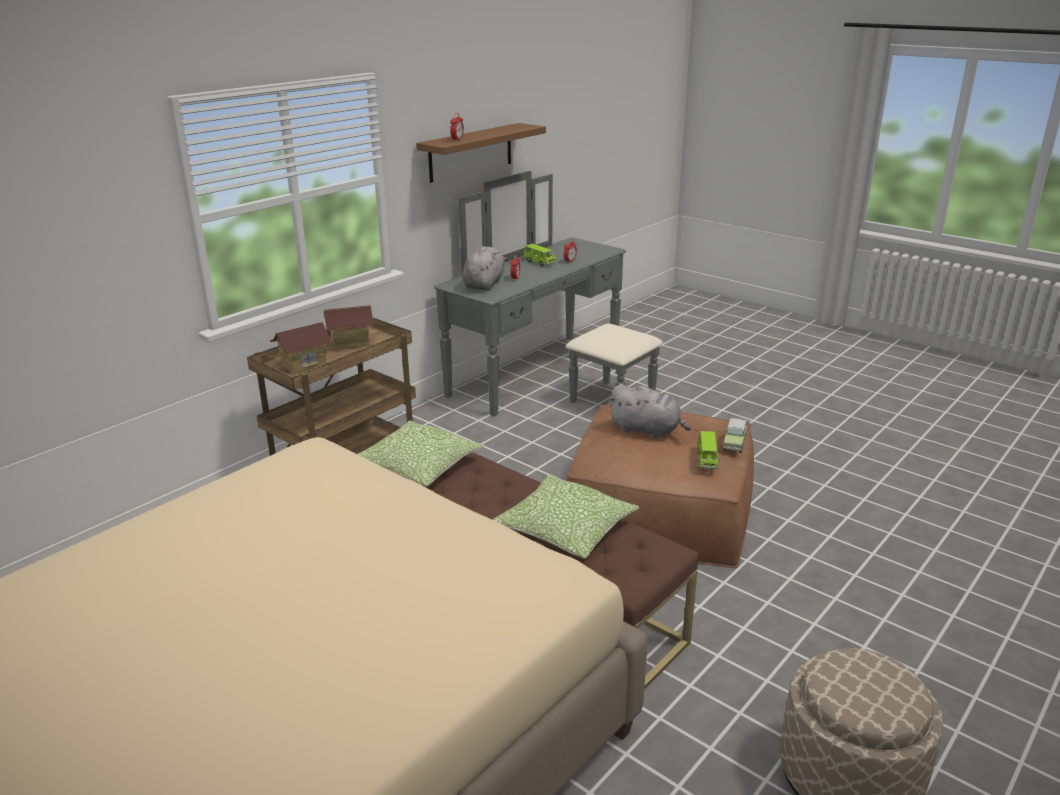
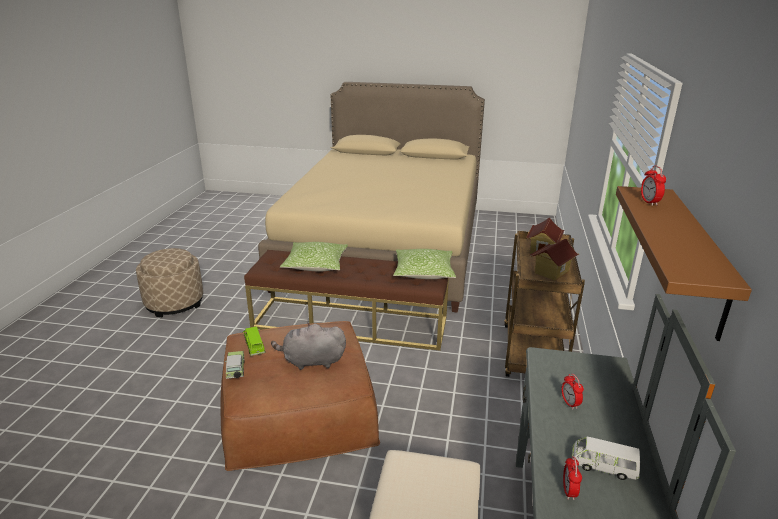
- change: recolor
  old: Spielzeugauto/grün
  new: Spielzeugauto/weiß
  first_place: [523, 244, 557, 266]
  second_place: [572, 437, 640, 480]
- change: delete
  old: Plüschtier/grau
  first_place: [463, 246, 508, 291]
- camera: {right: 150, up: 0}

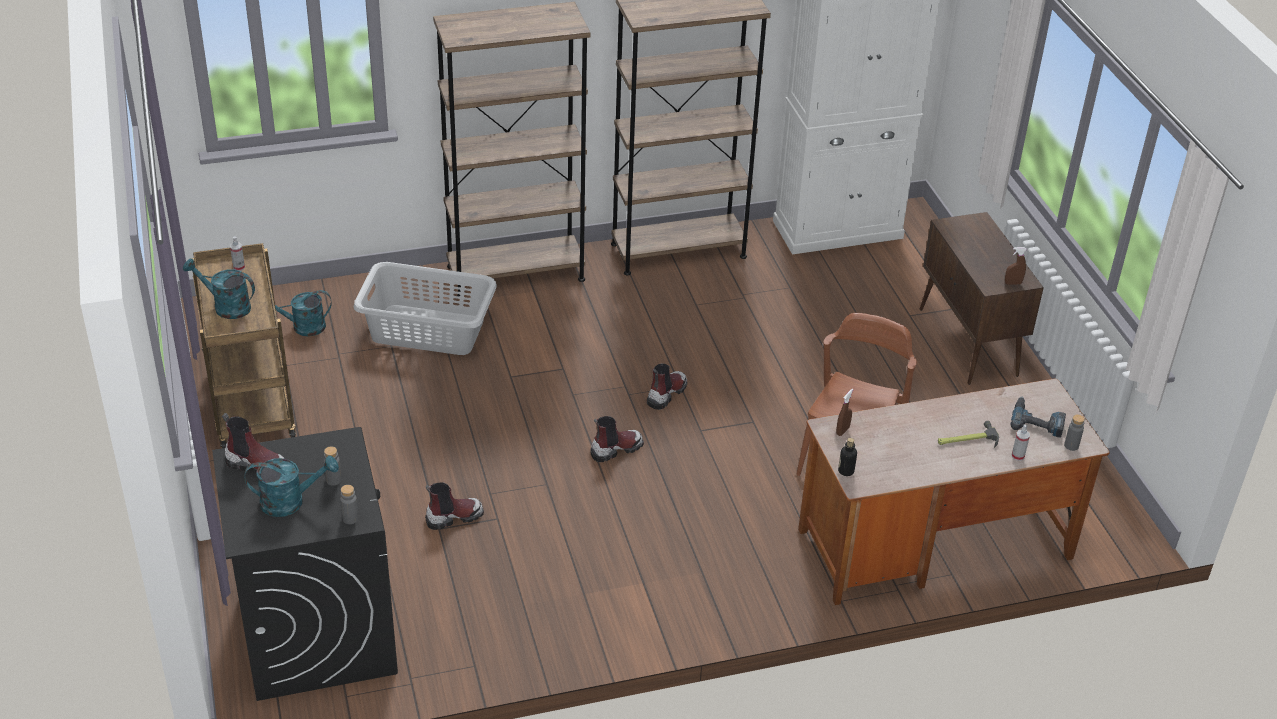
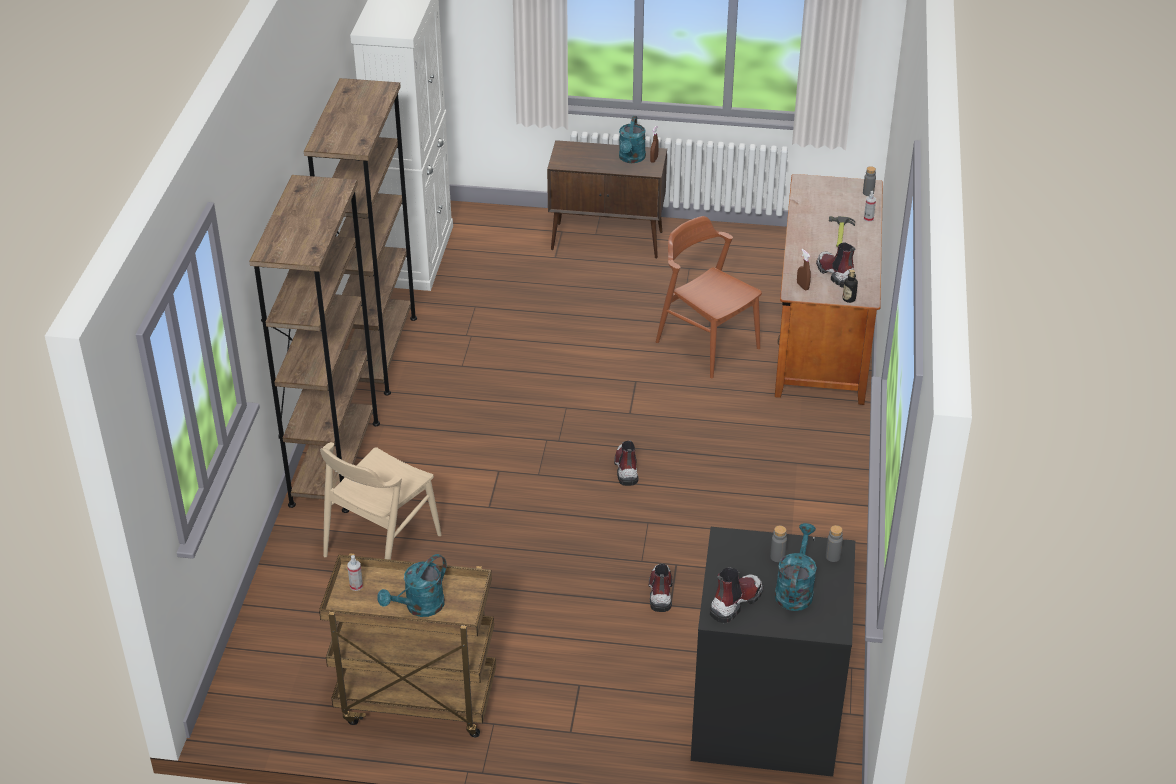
- change: replace
  old: Wäschekorb/grau
  new: Stuhl/beige
  first_place: [353, 262, 497, 355]
  second_place: [320, 442, 442, 560]
- change: move
  old: Gießkanne/türkis
  first_place: [275, 290, 332, 336]
  second_place: [619, 116, 646, 163]
- change: move
  old: Stiefel
  first_place: [647, 363, 687, 410]
  second_place: [816, 242, 855, 288]
- change: delete
  old: Bohrmaschine
  first_place: [1010, 396, 1066, 438]
- camera: {right: -65, up: 0}

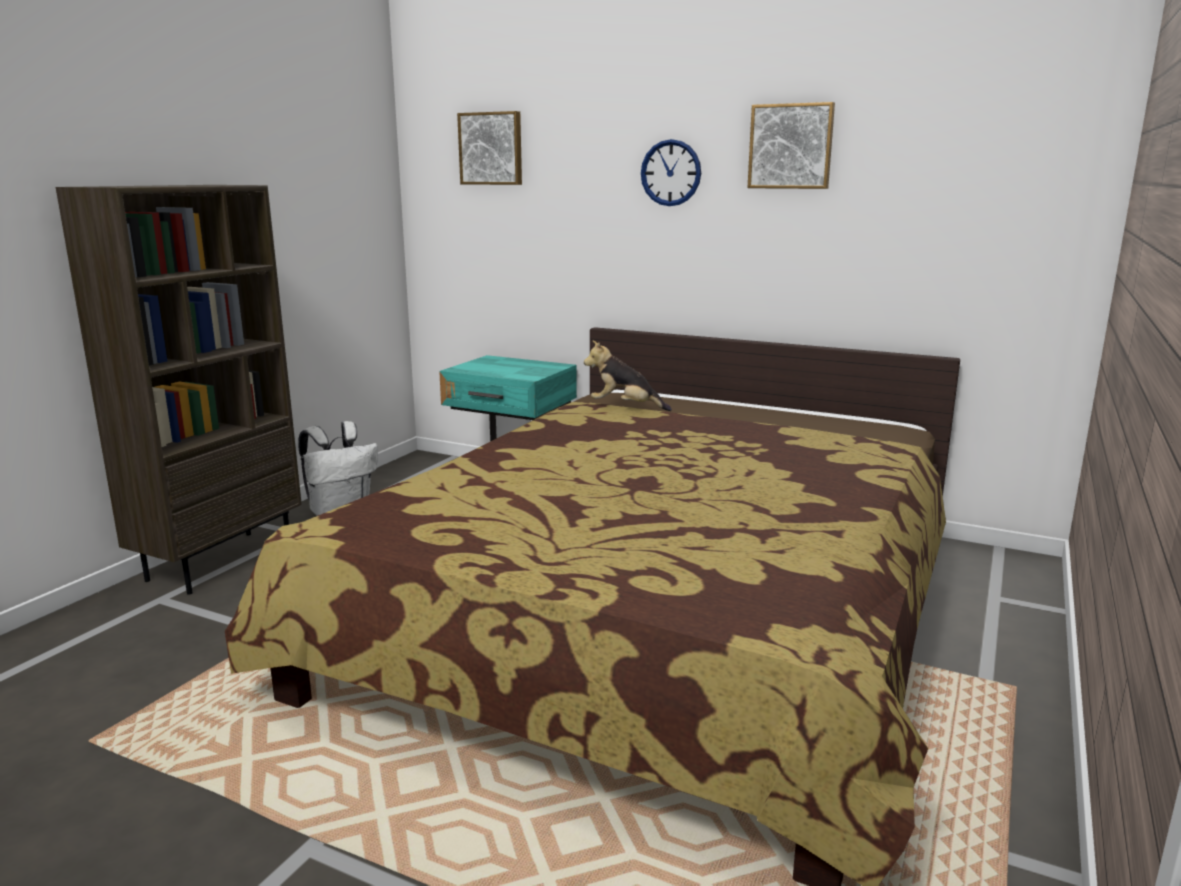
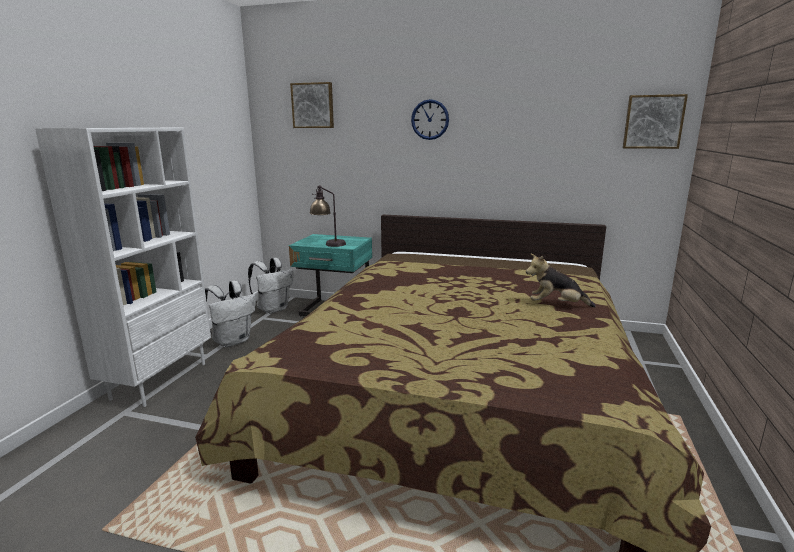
- change: move
  old: Bild
  first_place: [747, 102, 835, 189]
  second_place: [623, 94, 688, 149]
- change: recolor
  old: Bücherregal/braun
  new: Bücherregal/weiß
  first_place: [56, 185, 302, 595]
  second_place: [35, 128, 211, 407]
- change: move
  old: Plüschtier
  first_place: [584, 341, 672, 411]
  second_place: [526, 254, 596, 307]
- change: insert
  new: Tischlampe
  second_place: [310, 185, 346, 247]
- change: insert
  new: Rucksack/weiß
  second_place: [248, 258, 293, 314]
- camera: {right: -10, up: 0}

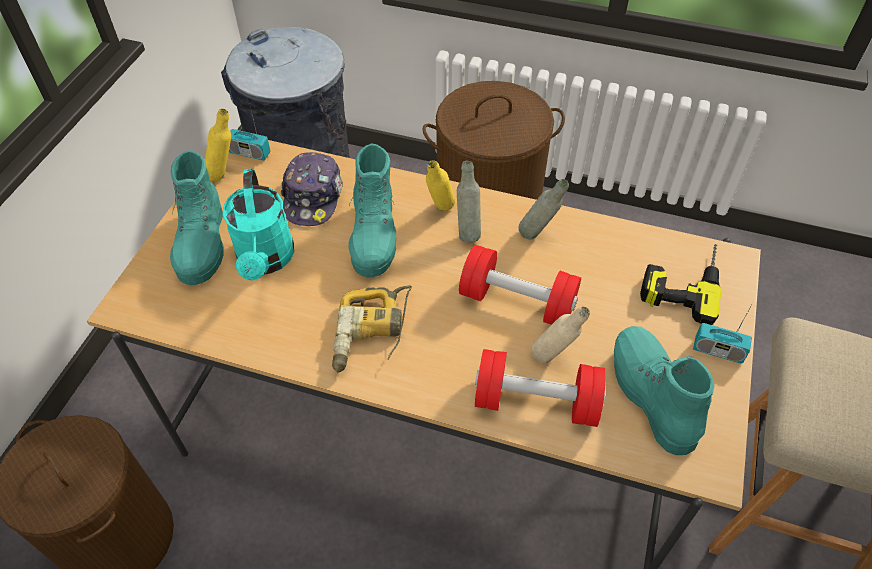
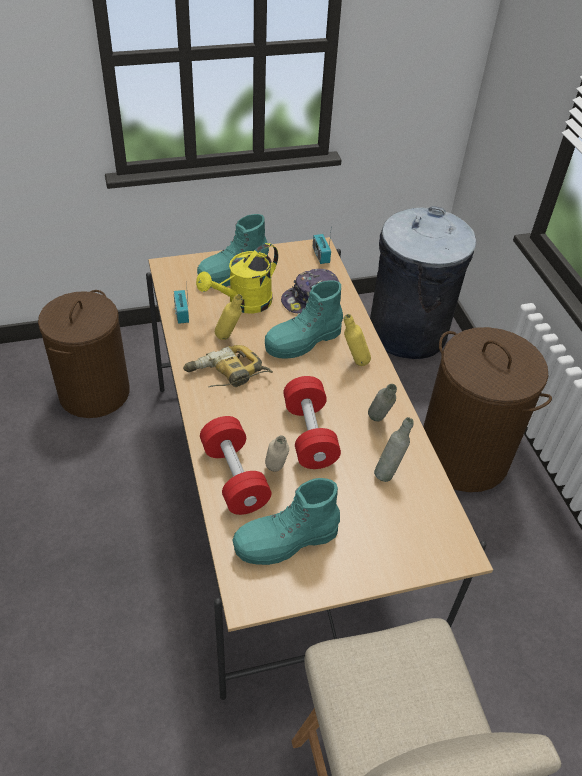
- change: move
  old: Flasche/gelb
  first_place: [205, 109, 231, 181]
  second_place: [215, 294, 243, 340]
- change: move
  old: Flasche/grau
  first_place: [457, 160, 481, 243]
  second_place: [374, 417, 414, 482]
- change: recolor
  old: Gießkanne/türkis
  new: Gießkanne/gelb
  first_place: [223, 169, 294, 280]
  second_place: [196, 243, 278, 314]
- change: delete
  old: Bohrmaschine
  first_place: [640, 244, 721, 325]
- change: move
  old: Radio
  first_place: [693, 303, 753, 364]
  second_place: [174, 282, 189, 324]
- change: rotate
  old: Stiefel/türkis
  first_place: [614, 326, 714, 455]
  second_place: [232, 478, 340, 565]
  degrees: -150
- camera: {right: 55, up: -5}

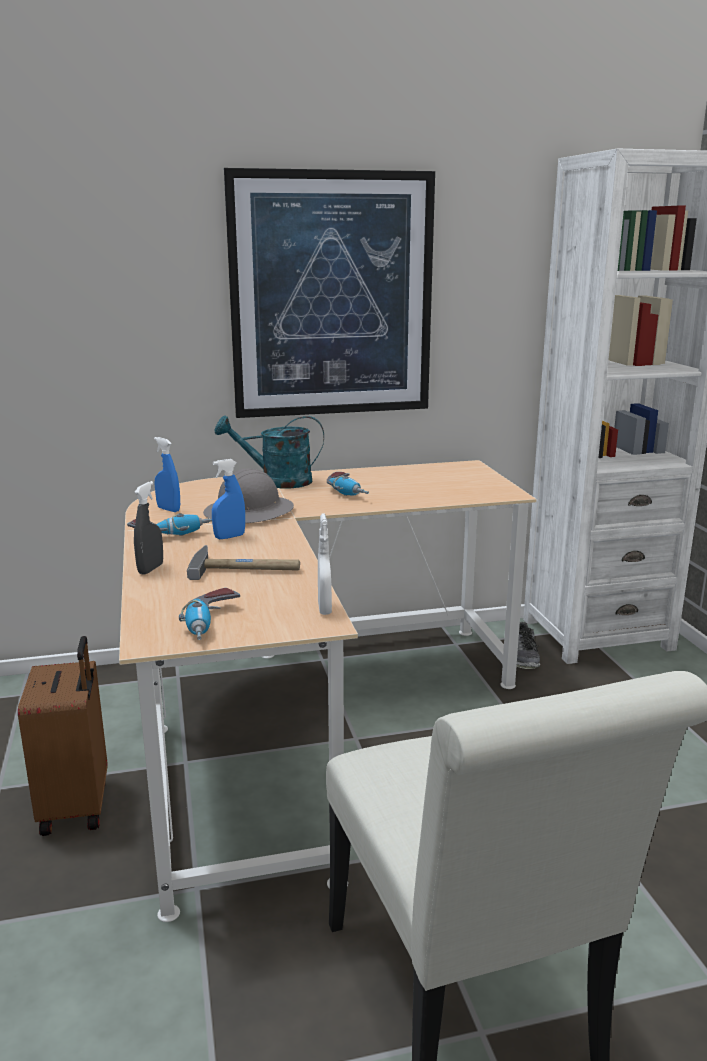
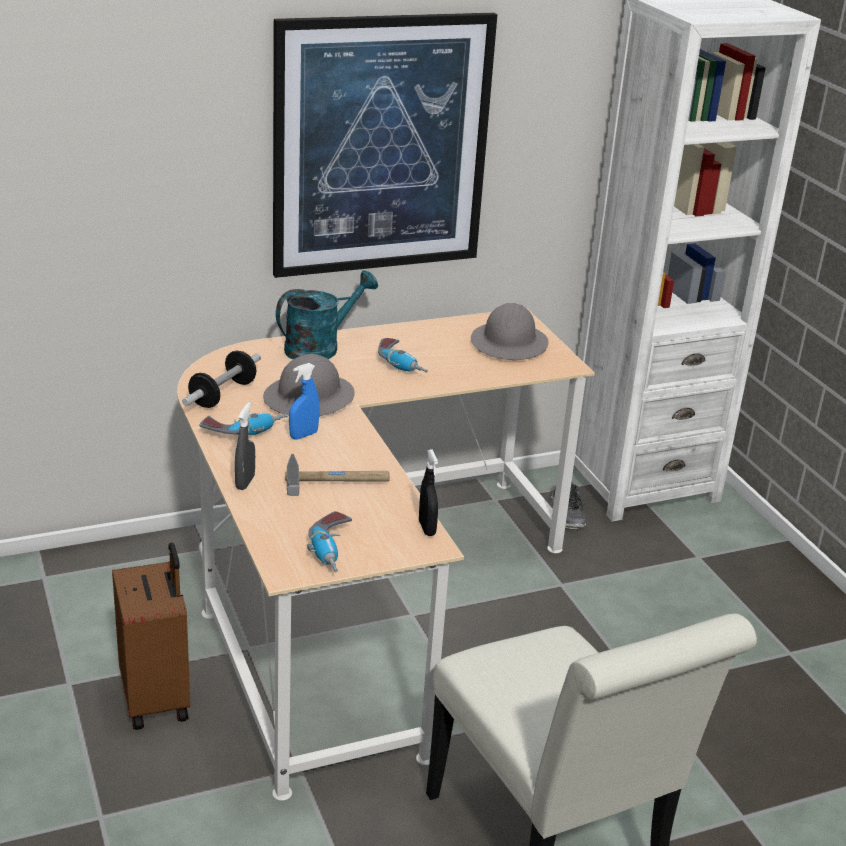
- change: rotate
  old: Gießkanne/türkis
  first_place: [215, 416, 324, 488]
  second_place: [276, 270, 378, 359]
  degrees: 150
- change: replace
  old: Sprühflasche/blau
  new: Hantel
  first_place: [154, 437, 180, 512]
  second_place: [182, 350, 261, 408]
- change: recolor
  old: Sprühflasche/weiß
  new: Sprühflasche/schwarz
  first_place: [318, 513, 332, 615]
  second_place: [419, 449, 438, 536]
- change: insert
  new: Schutzhelm/grau
  second_place: [471, 303, 549, 360]
- camera: {right: -10, up: 10}

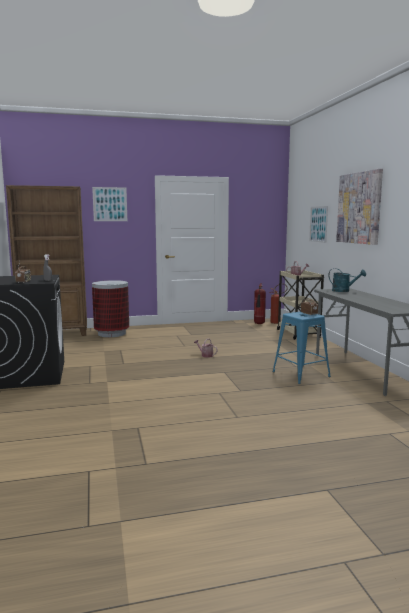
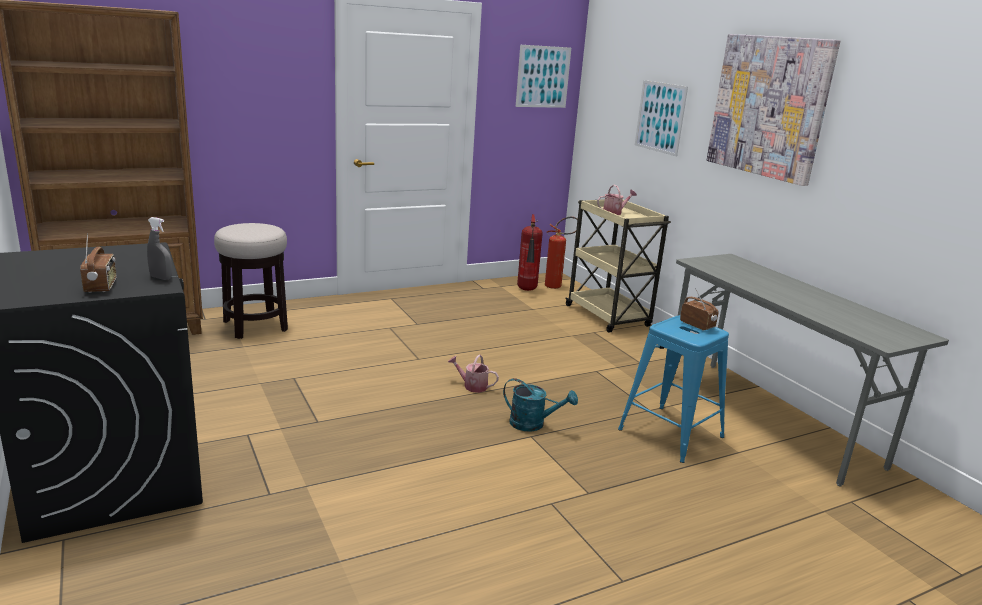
- change: move
  old: Bild
  first_place: [92, 187, 127, 221]
  second_place: [516, 45, 571, 108]
- change: move
  old: Gießkanne/türkis
  first_place: [328, 268, 366, 292]
  second_place: [503, 378, 578, 432]
- change: replace
  old: Mülleimer
  new: Hocker
  first_place: [92, 280, 129, 337]
  second_place: [214, 223, 288, 339]
- camera: {right: -15, up: 10}

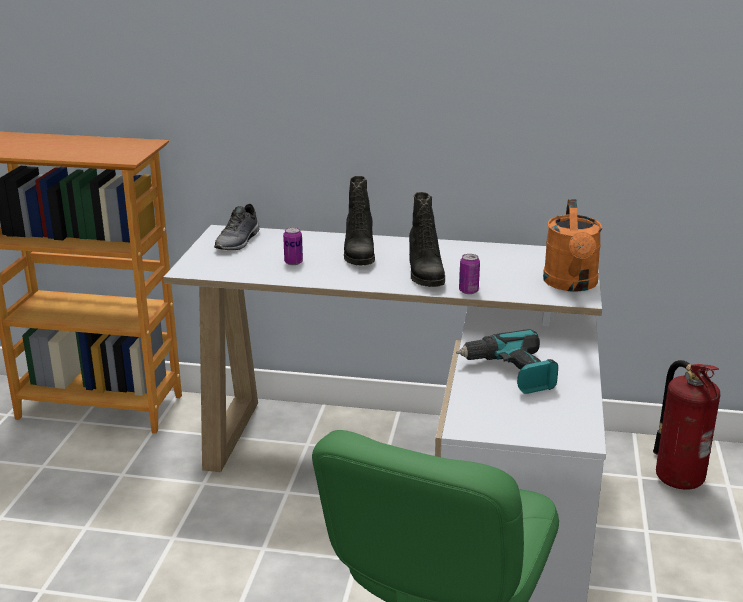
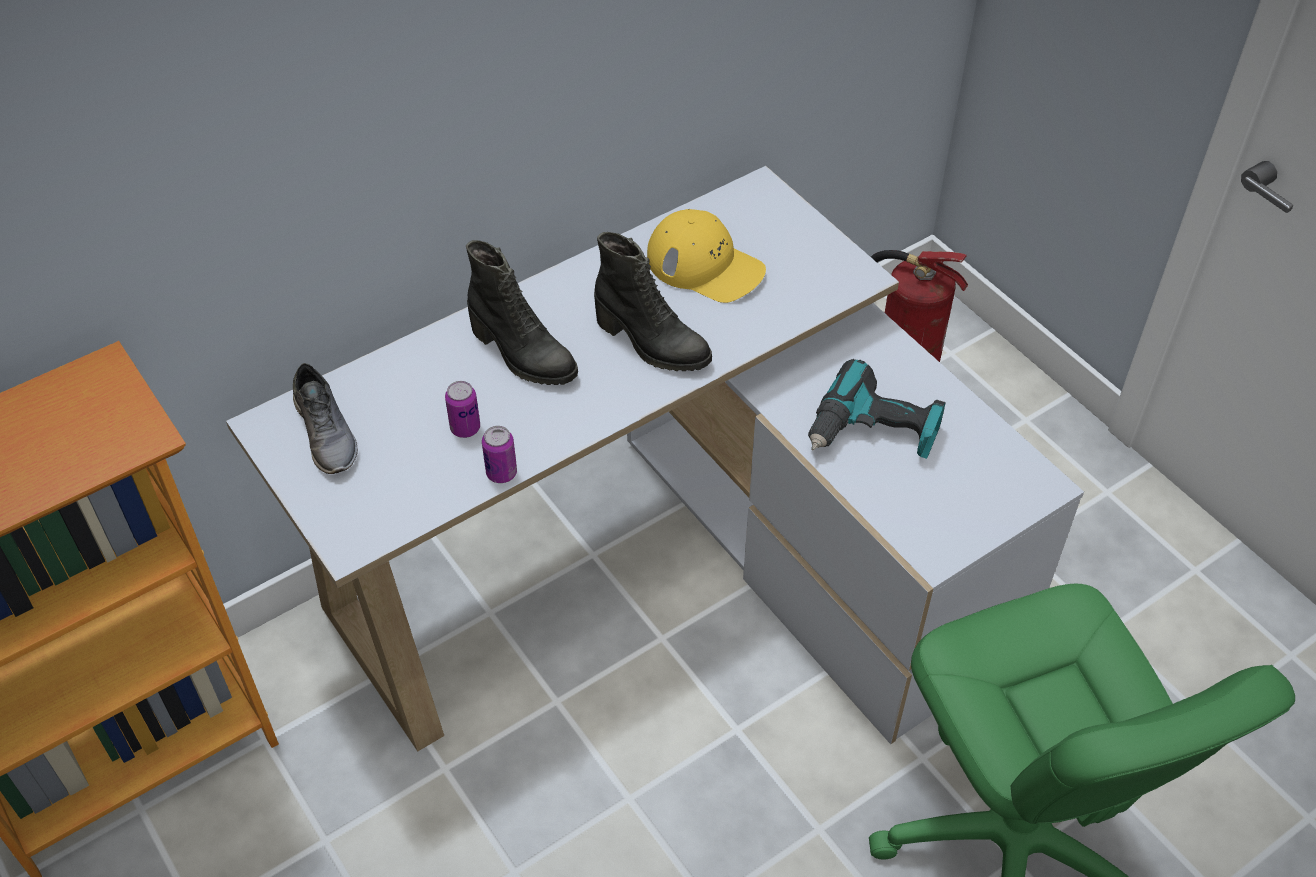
- change: delete
  old: Gießkanne/orange
  first_place: [543, 199, 602, 292]
- change: move
  old: Dose
  first_place: [459, 254, 480, 294]
  second_place: [482, 426, 517, 483]
- change: insert
  new: Kappe/gelb
  second_place: [647, 209, 766, 303]
- camera: {right: -45, up: 25}

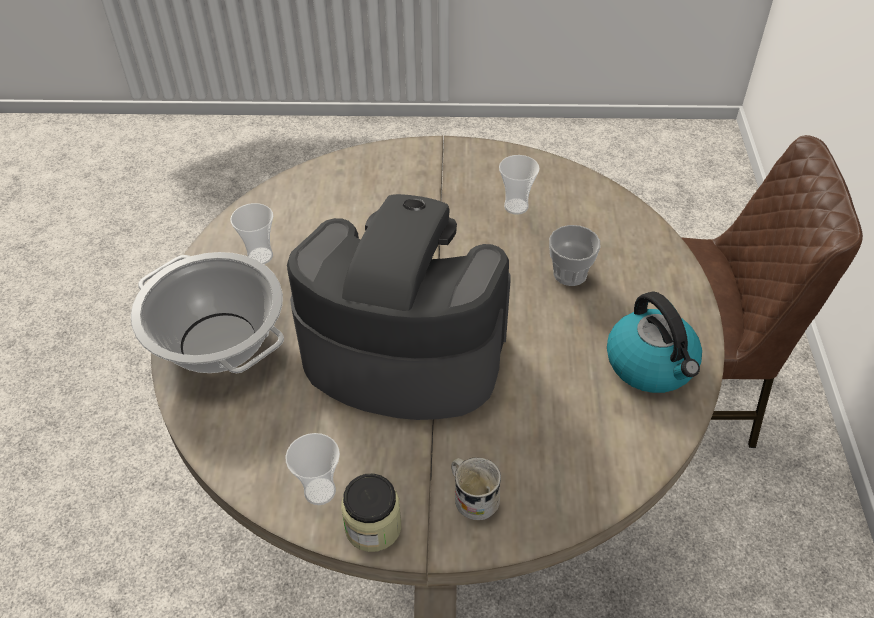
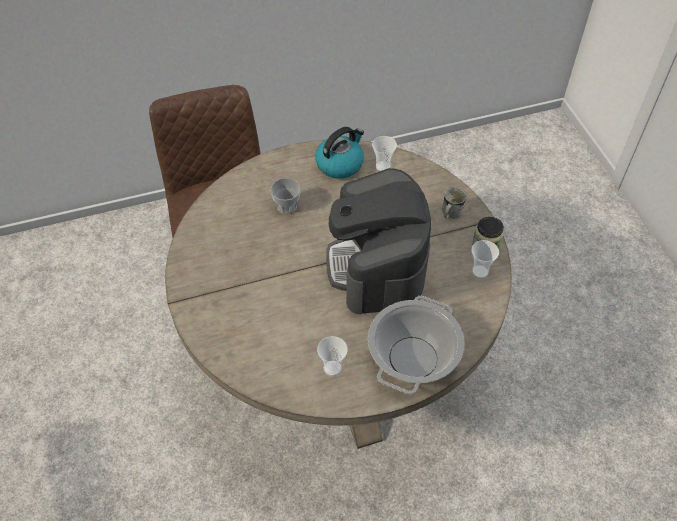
- change: move
  old: Tasse
  first_place: [499, 155, 540, 215]
  second_place: [372, 136, 397, 171]
- camera: {right: -110, up: 5}

